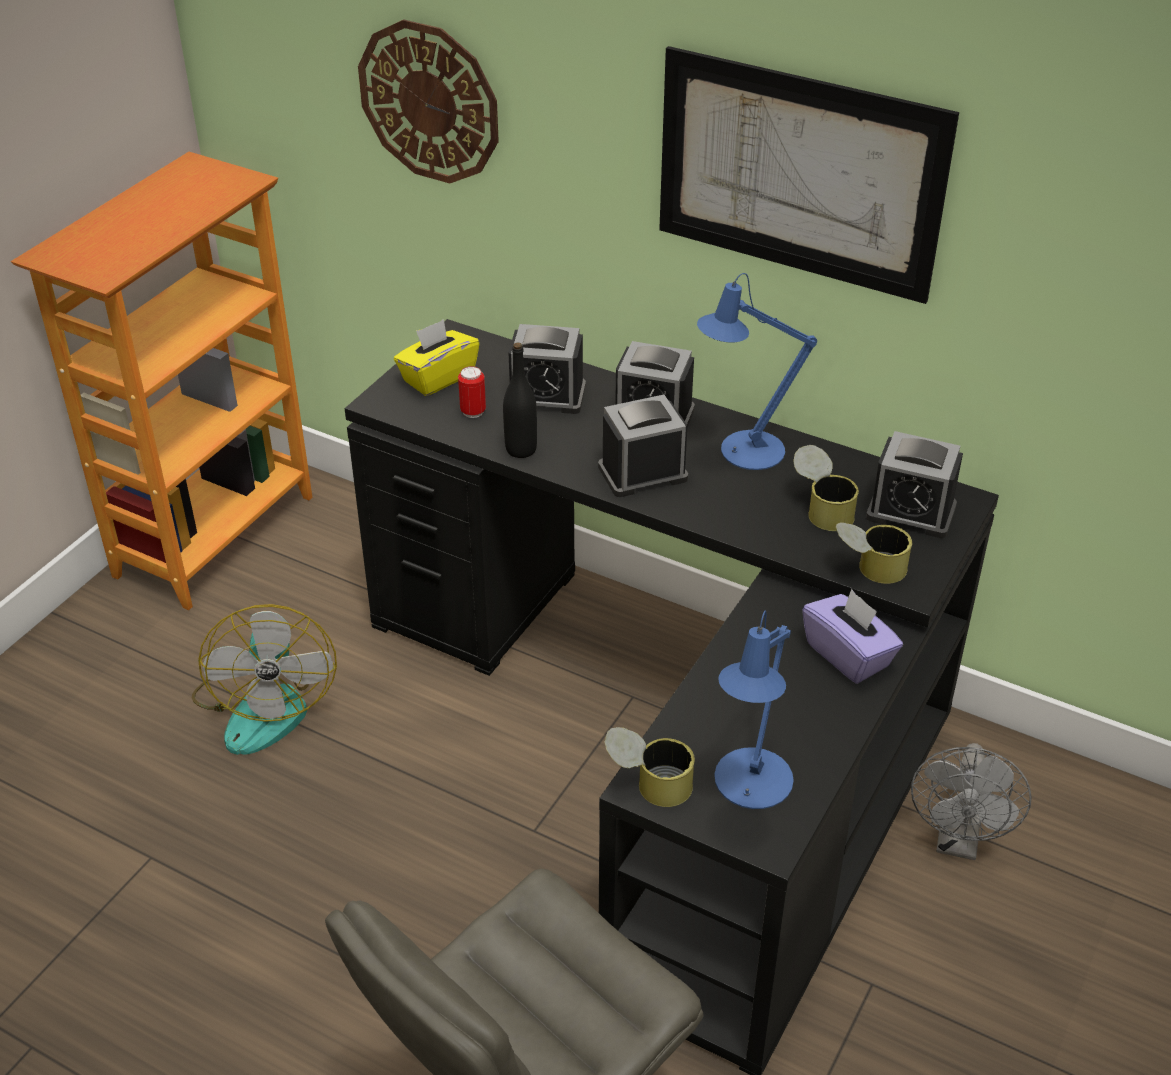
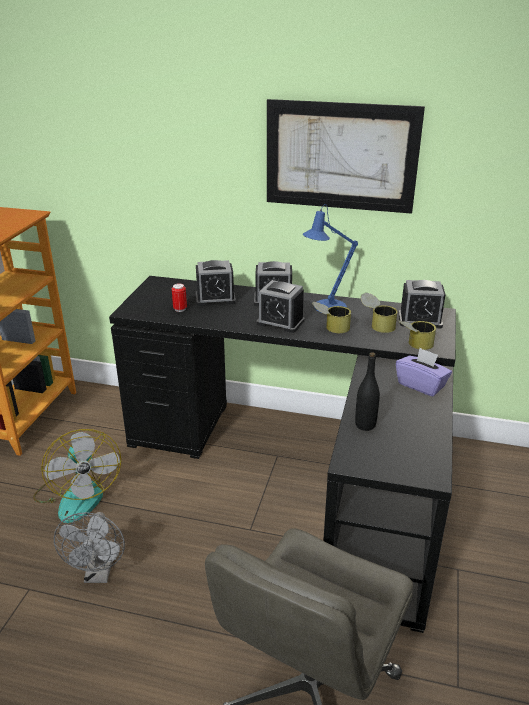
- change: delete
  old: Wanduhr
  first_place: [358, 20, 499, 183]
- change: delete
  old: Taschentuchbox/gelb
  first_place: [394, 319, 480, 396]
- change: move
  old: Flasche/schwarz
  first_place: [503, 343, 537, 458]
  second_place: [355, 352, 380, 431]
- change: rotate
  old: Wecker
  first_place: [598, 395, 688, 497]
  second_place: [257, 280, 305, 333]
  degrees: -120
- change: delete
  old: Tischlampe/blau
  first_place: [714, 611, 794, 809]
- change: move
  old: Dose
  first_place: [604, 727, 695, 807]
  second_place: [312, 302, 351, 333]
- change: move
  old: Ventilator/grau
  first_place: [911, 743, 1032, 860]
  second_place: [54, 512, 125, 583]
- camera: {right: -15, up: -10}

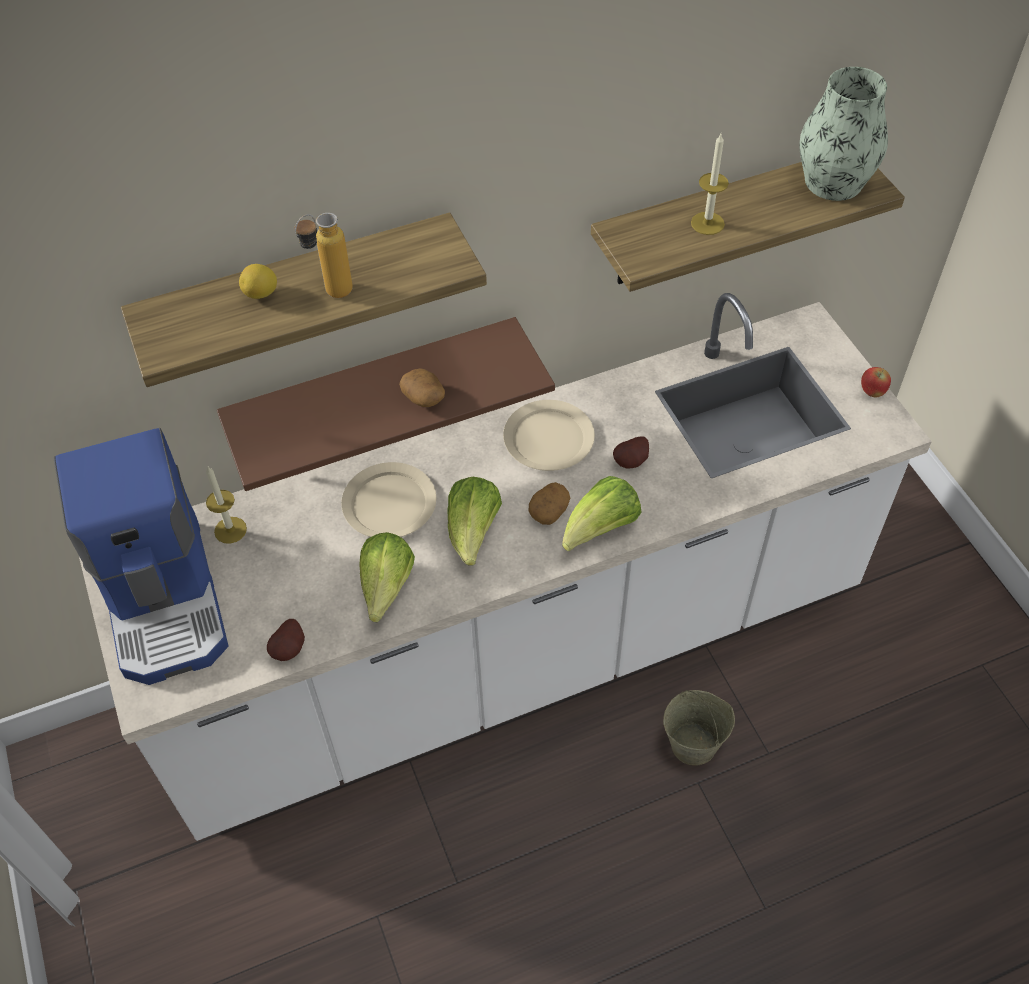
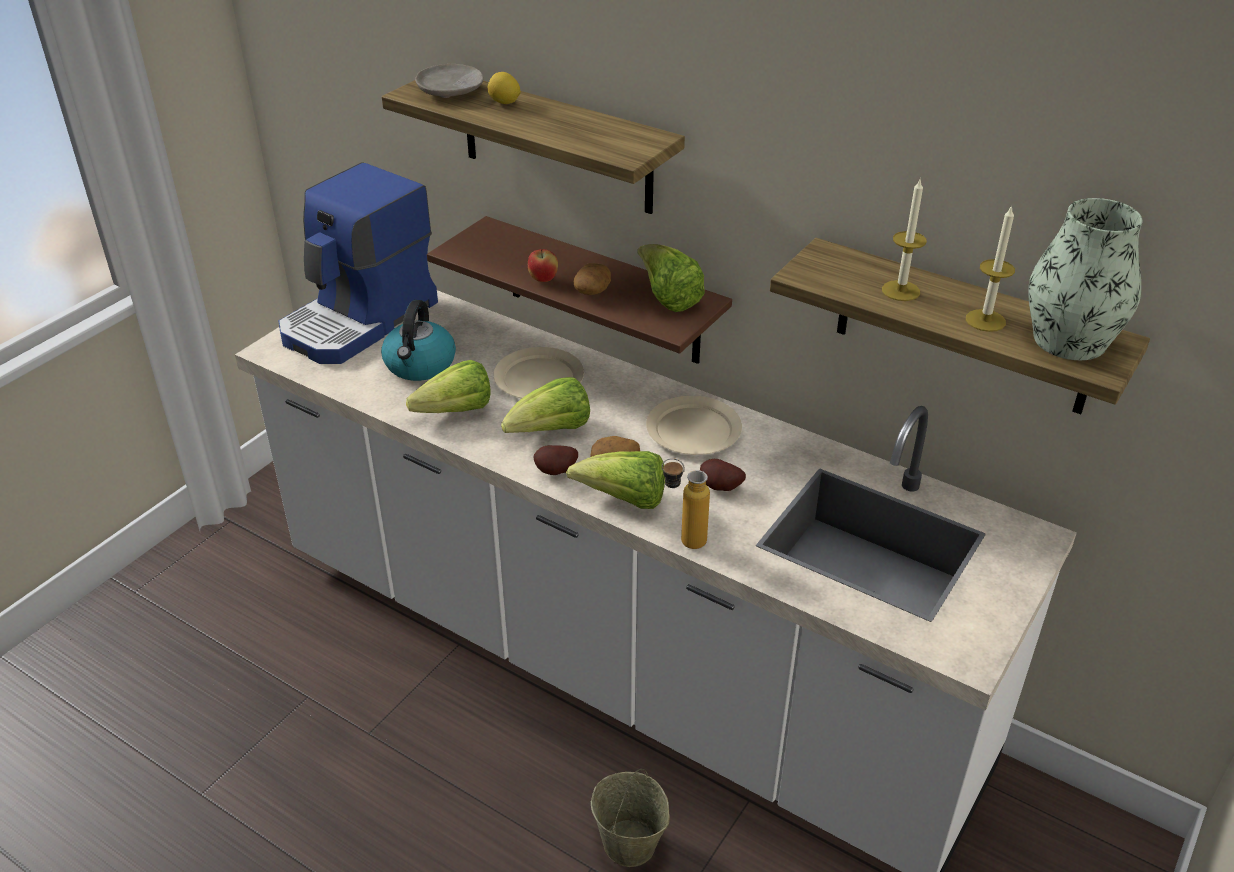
- change: move
  old: Flasche
  first_place: [295, 213, 353, 298]
  second_place: [662, 458, 710, 549]
- change: move
  old: Apfel
  first_place: [861, 367, 891, 397]
  second_place: [528, 249, 558, 282]
- change: move
  old: Kerze
  first_place: [206, 467, 247, 544]
  second_place: [966, 205, 1015, 332]
- change: move
  old: Kartoffel
  first_place: [267, 619, 305, 661]
  second_place: [534, 445, 578, 475]
- change: insert
  new: Teller/beige
  second_place: [415, 64, 483, 98]
- change: insert
  new: Salatkopf
  second_place: [637, 244, 705, 312]
- change: insert
  new: Wasserkessel
  second_place: [381, 300, 456, 381]
- camera: {right: 55, up: -15}

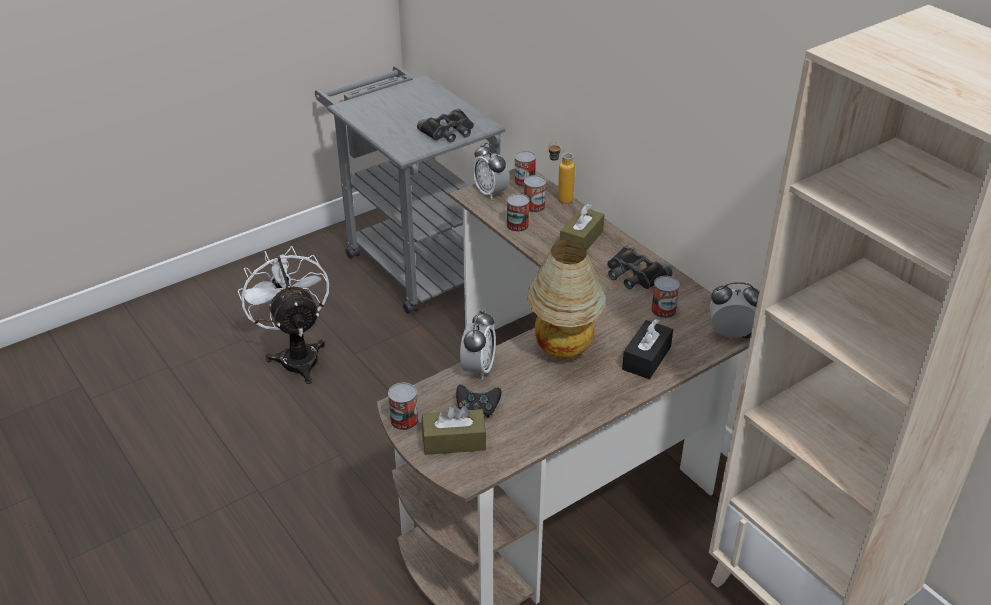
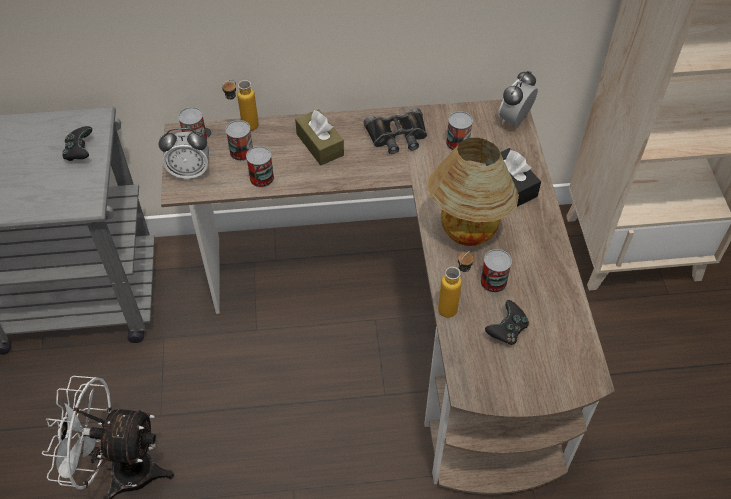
- change: replace
  old: Fernglas/schwarz
  new: Gamepad/schwarz
  first_place: [417, 108, 474, 142]
  second_place: [62, 126, 92, 161]
- change: replace
  old: Wecker
  new: Flasche
  first_place: [460, 311, 496, 379]
  second_place: [438, 251, 473, 318]
- change: move
  old: Dose
  first_place: [388, 382, 419, 431]
  second_place: [480, 249, 512, 293]
- change: delete
  old: Taschentuchbox/braun
  first_place: [422, 405, 486, 455]
- camera: {right: -60, up: 15}

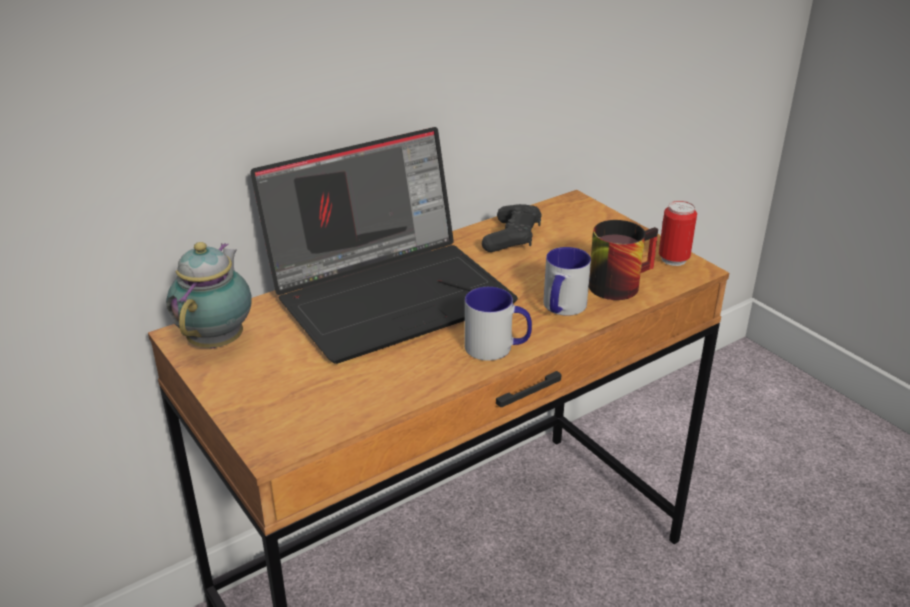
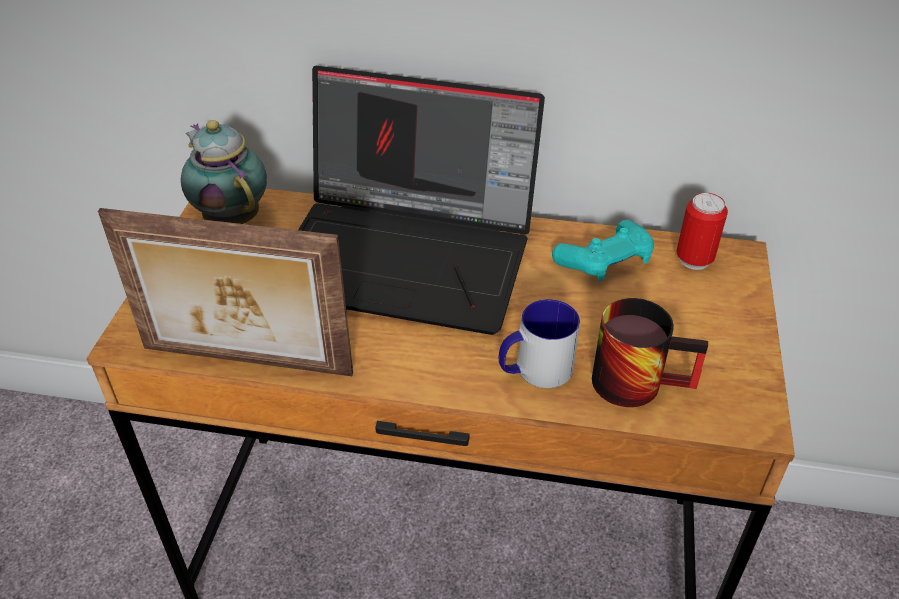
- change: move
  old: Dose
  first_place: [659, 201, 697, 266]
  second_place: [677, 193, 728, 270]
- change: recolor
  old: Gamepad/schwarz
  new: Gamepad/türkis
  first_place: [482, 204, 542, 252]
  second_place: [552, 220, 654, 282]
- change: rotate
  old: Teekanne
  first_place: [166, 242, 252, 348]
  second_place: [181, 120, 267, 224]
  degrees: -90
- change: delete
  old: Henkelbecher
  first_place: [464, 287, 532, 361]
- change: insert
  new: Bilderrahmen
  second_place: [98, 208, 353, 376]
- camera: {right: 45, up: 10}

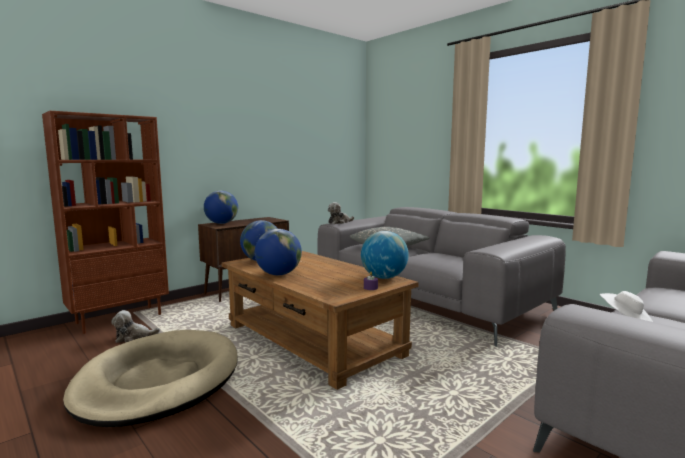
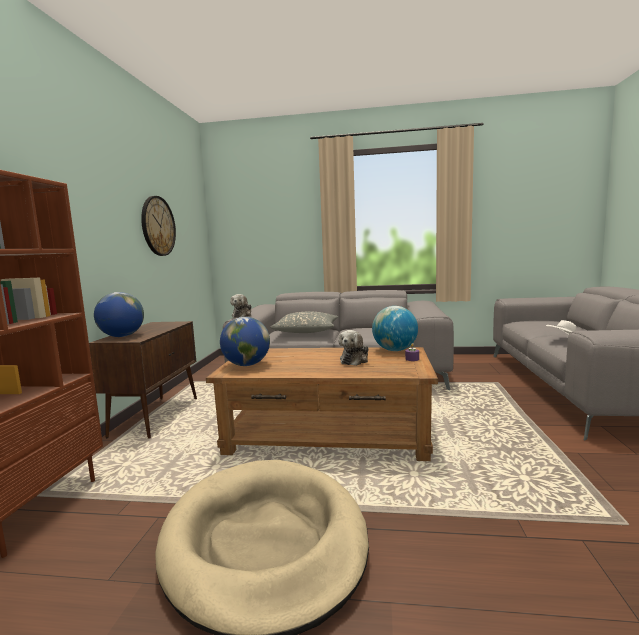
- change: delete
  old: Globus
  first_place: [255, 229, 302, 275]
- change: move
  old: Plüschtier
  first_place: [111, 310, 160, 343]
  second_place: [339, 330, 369, 366]
- change: insert
  new: Wanduhr
  second_place: [141, 196, 176, 256]
- camera: {right: -40, up: 0}

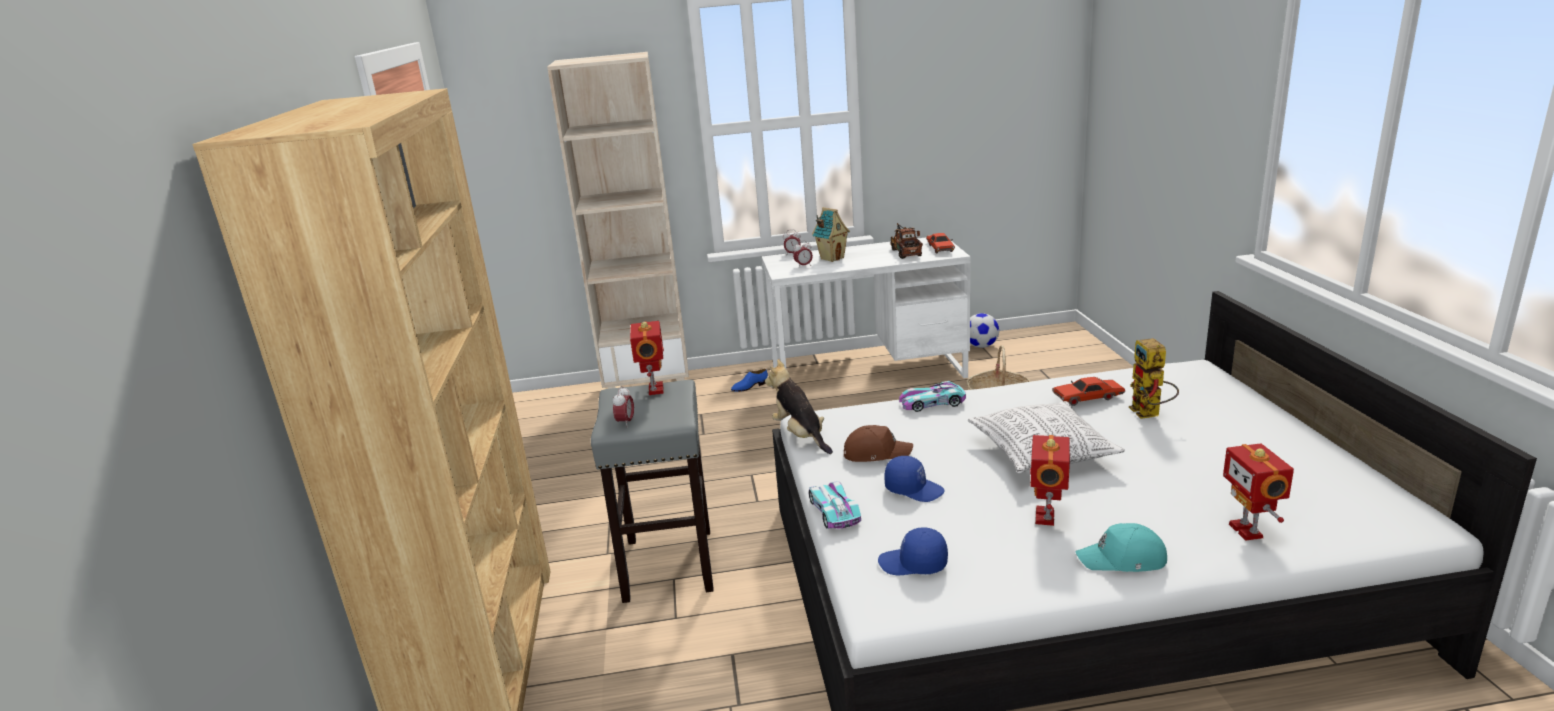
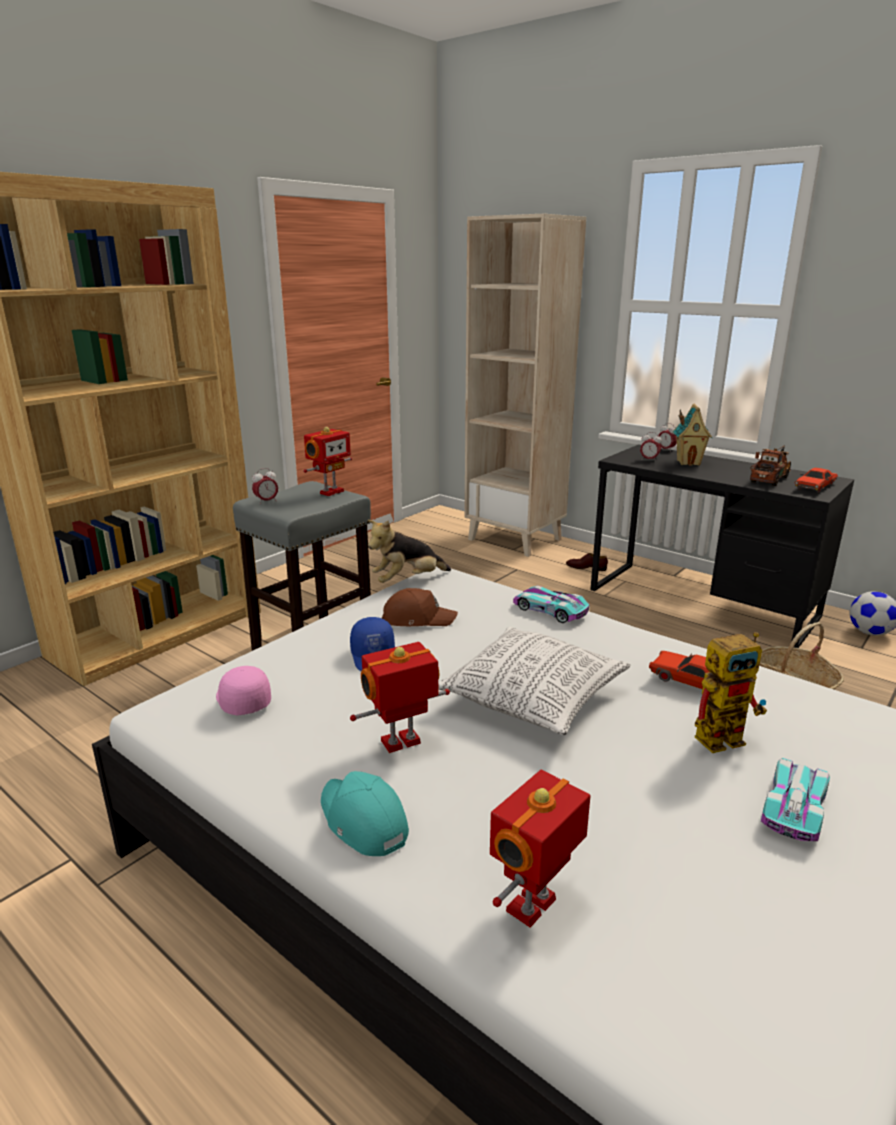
- change: recolor
  old: Schreibtisch/weiß
  new: Schreibtisch/schwarz
  first_place: [762, 238, 970, 378]
  second_place: [590, 444, 854, 648]
- change: rotate
  old: Spielzeugroboter
  first_place: [1129, 338, 1179, 419]
  second_place: [695, 632, 767, 753]
  degrees: -150
- change: rotate
  old: Plüschtier
  first_place: [765, 360, 833, 454]
  second_place: [368, 520, 451, 583]
  degrees: -135
- change: recolor
  old: Schuh/blau
  new: Schuh/braun
  first_place: [731, 369, 768, 392]
  second_place: [566, 553, 608, 571]
- change: rotate
  old: Kappe/braun
  first_place: [844, 425, 913, 462]
  second_place: [382, 588, 458, 626]
  degrees: -45
- change: move
  old: Spielzeugauto
  first_place: [809, 481, 861, 529]
  second_place: [761, 758, 830, 841]
- change: recolor
  old: Kappe/blau
  new: Kappe/rosa
  first_place: [878, 527, 948, 575]
  second_place: [216, 666, 271, 716]
- camera: {right: 45, up: 0}

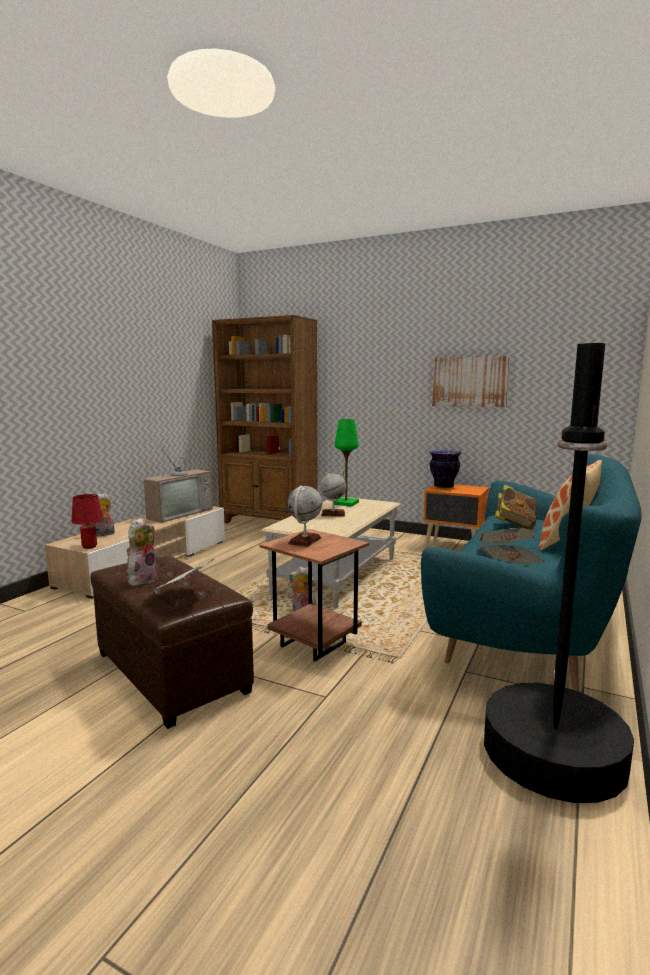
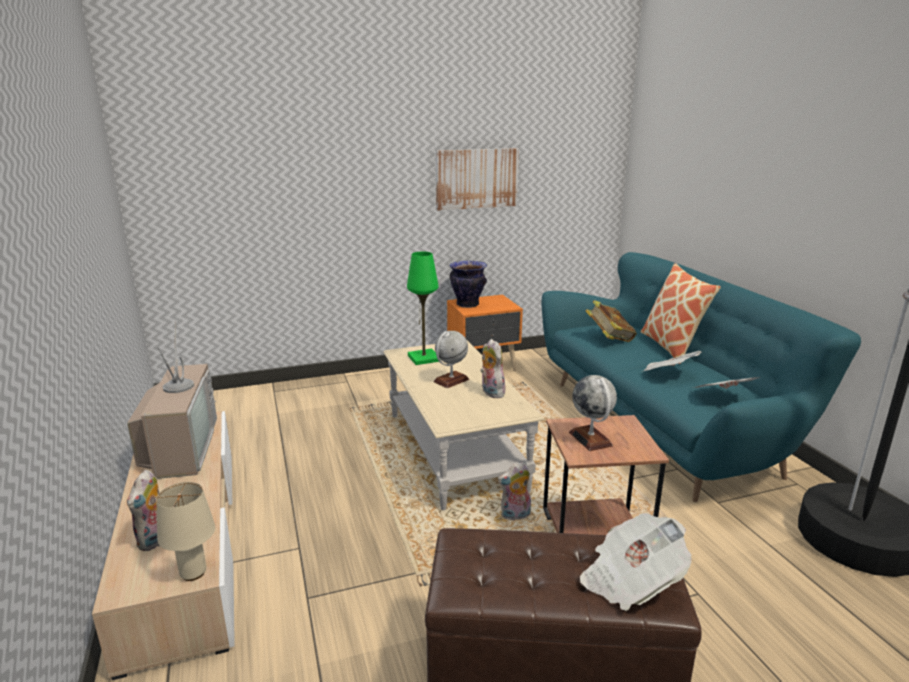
- change: delete
  old: Bücherregal/braun
  first_place: [212, 315, 317, 523]
- change: recolor
  old: Tischlampe/rot
  new: Tischlampe/beige
  first_place: [72, 494, 103, 549]
  second_place: [156, 482, 215, 581]
- change: move
  old: Plüschtier
  first_place: [127, 517, 158, 586]
  second_place: [480, 339, 505, 398]
- camera: {right: -45, up: 10}

